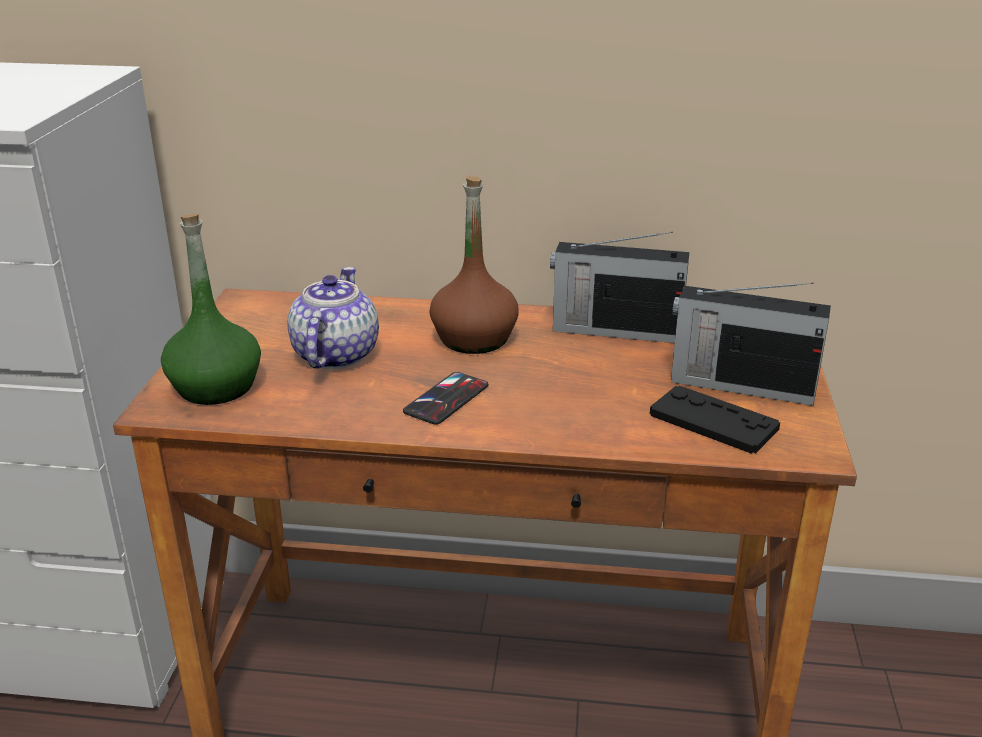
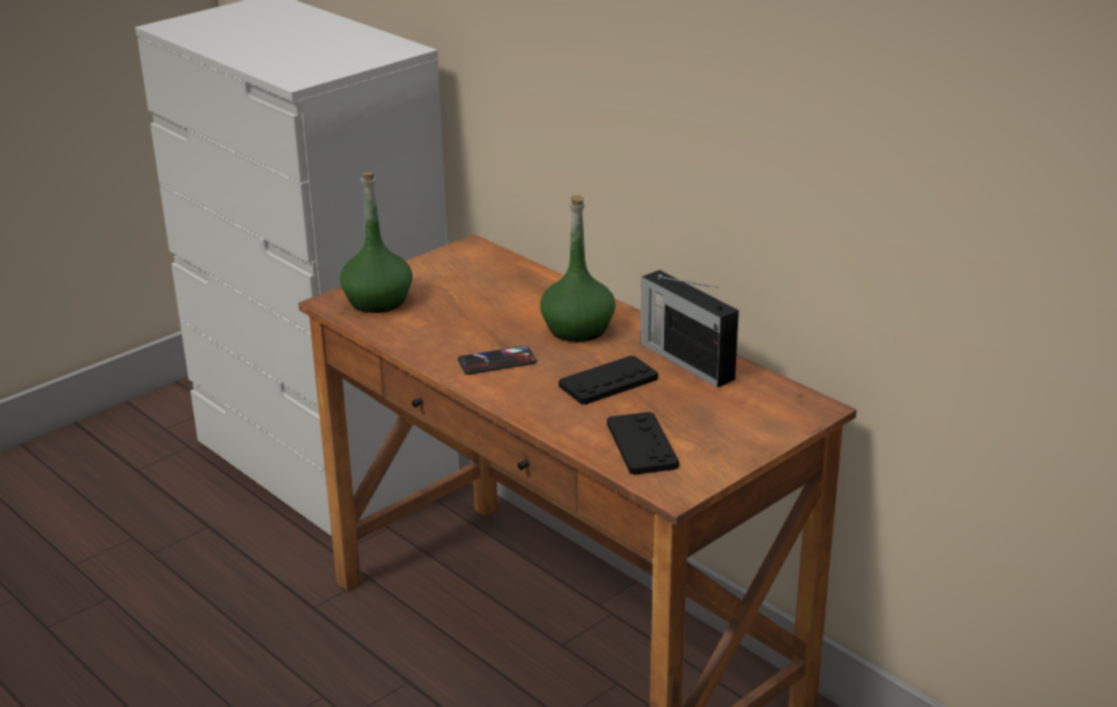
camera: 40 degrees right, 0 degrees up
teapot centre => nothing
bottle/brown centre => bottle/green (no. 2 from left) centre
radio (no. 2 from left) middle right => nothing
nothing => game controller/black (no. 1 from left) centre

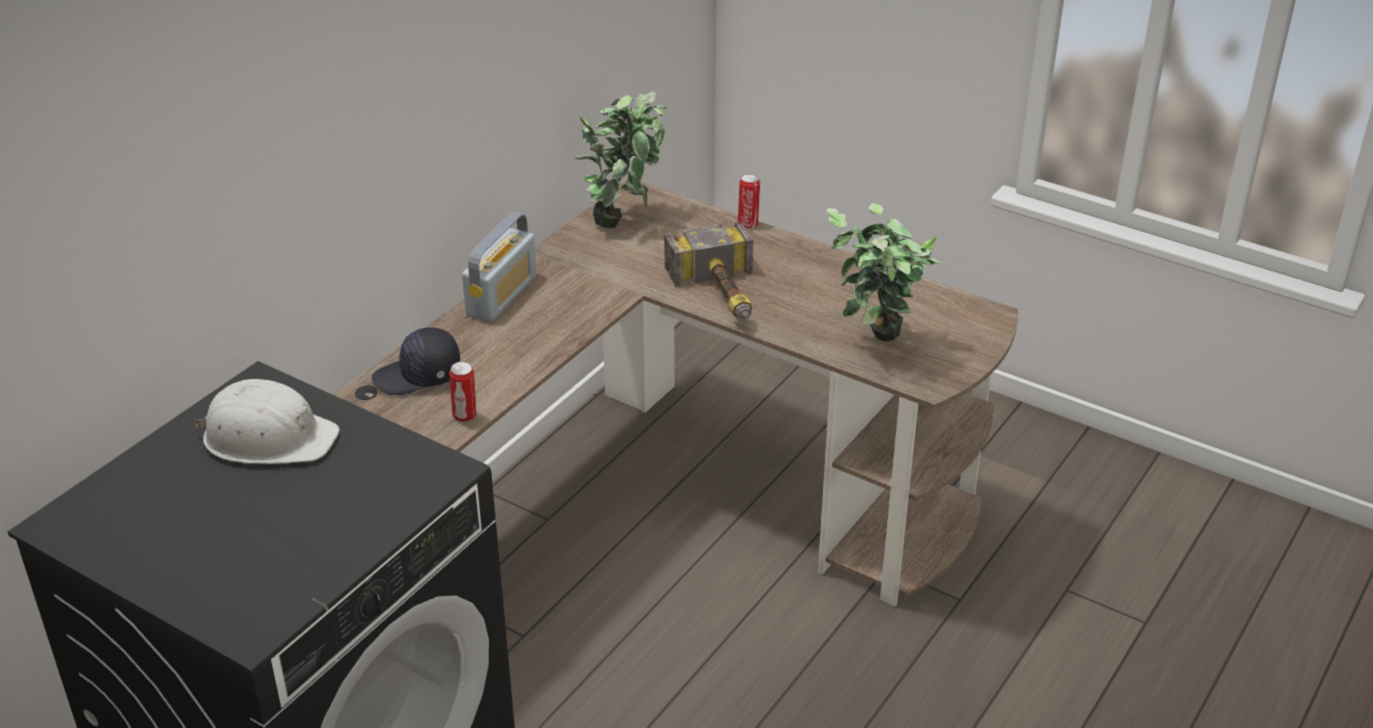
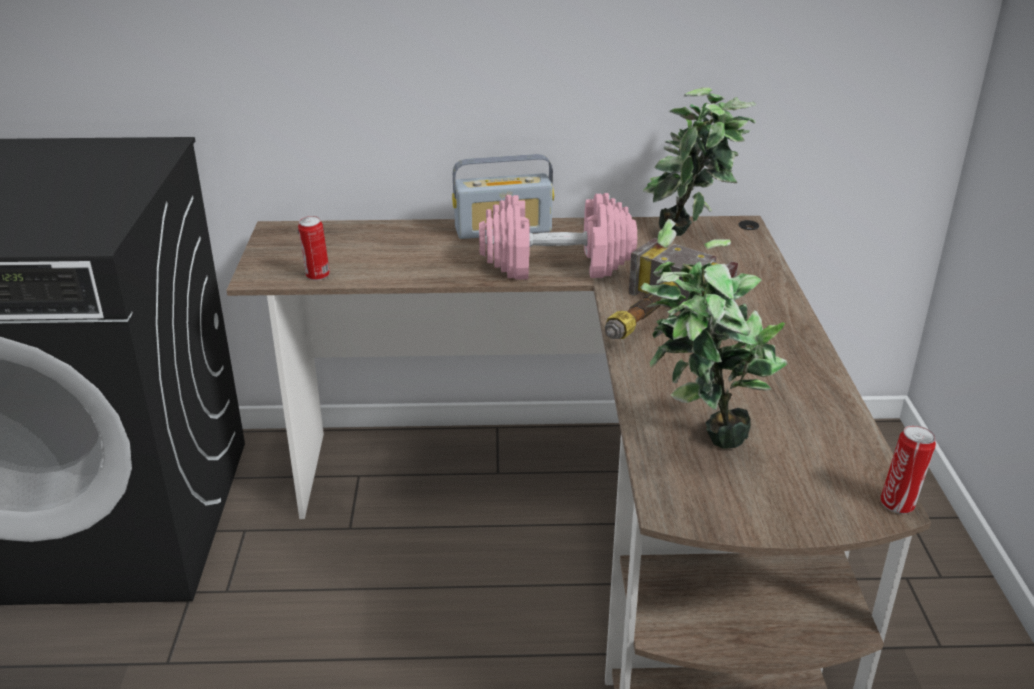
camera: 55 degrees right, 5 degrees down
hard hat/white middle left => nothing
cap/black middle left => nothing
can (no. 2 from left) top centre => can (no. 2 from left) bottom right, relocated
nothing => dumbbell/pink centre

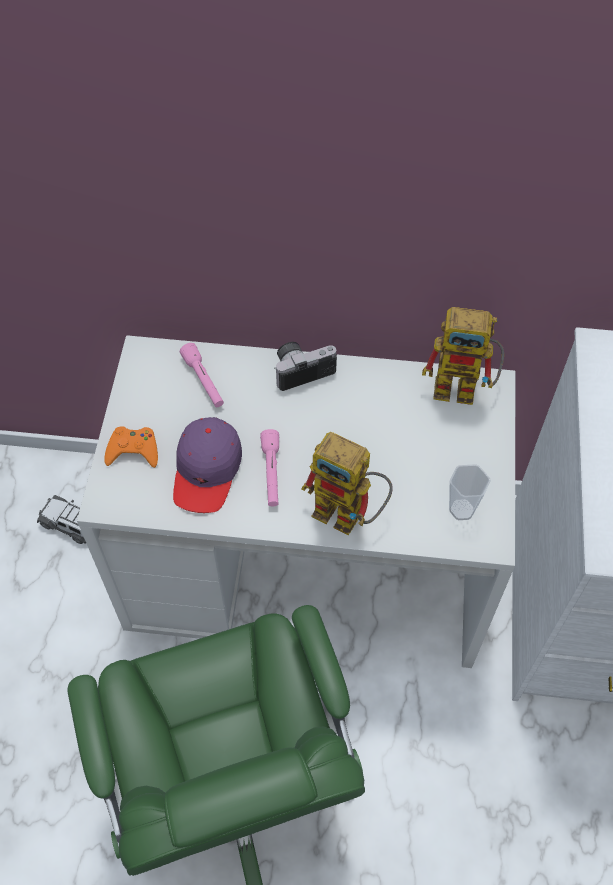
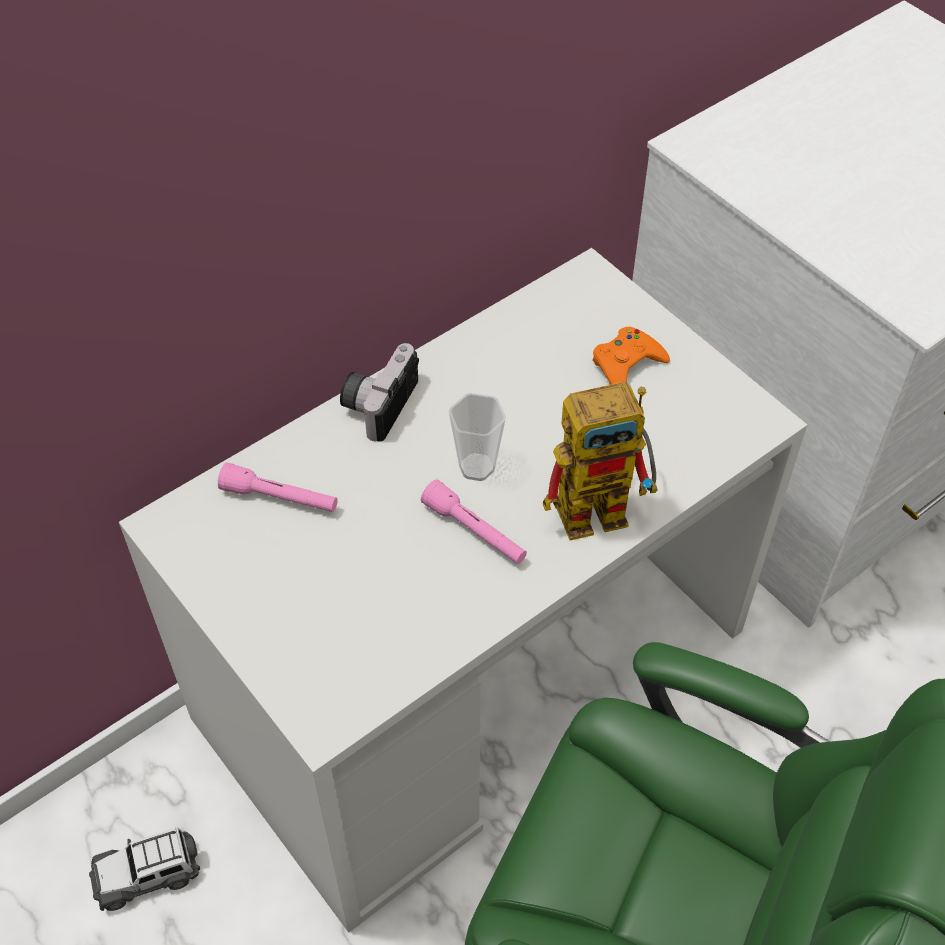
camera: 45 degrees left, 5 degrees down
game controller/orange middle left => game controller/orange middle right, relocated
cap/purple centre => nothing
toy robot (no. 2 from left) middle right => nothing
cup middle right => cup centre, relocated

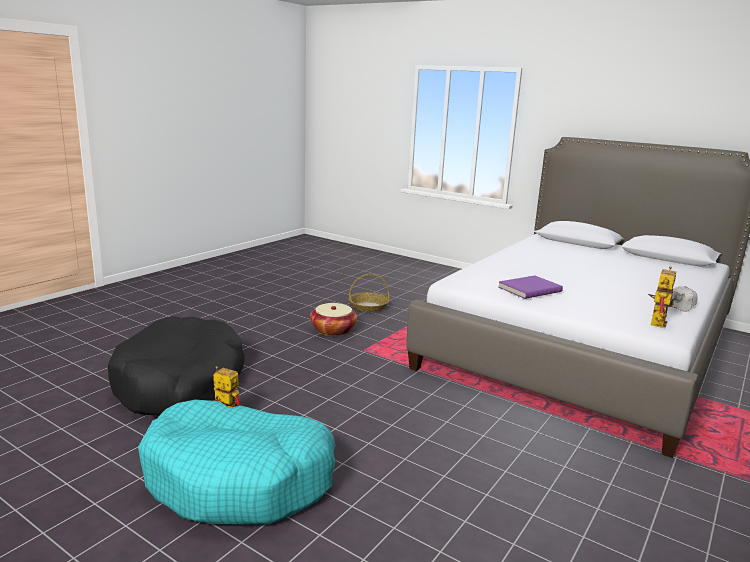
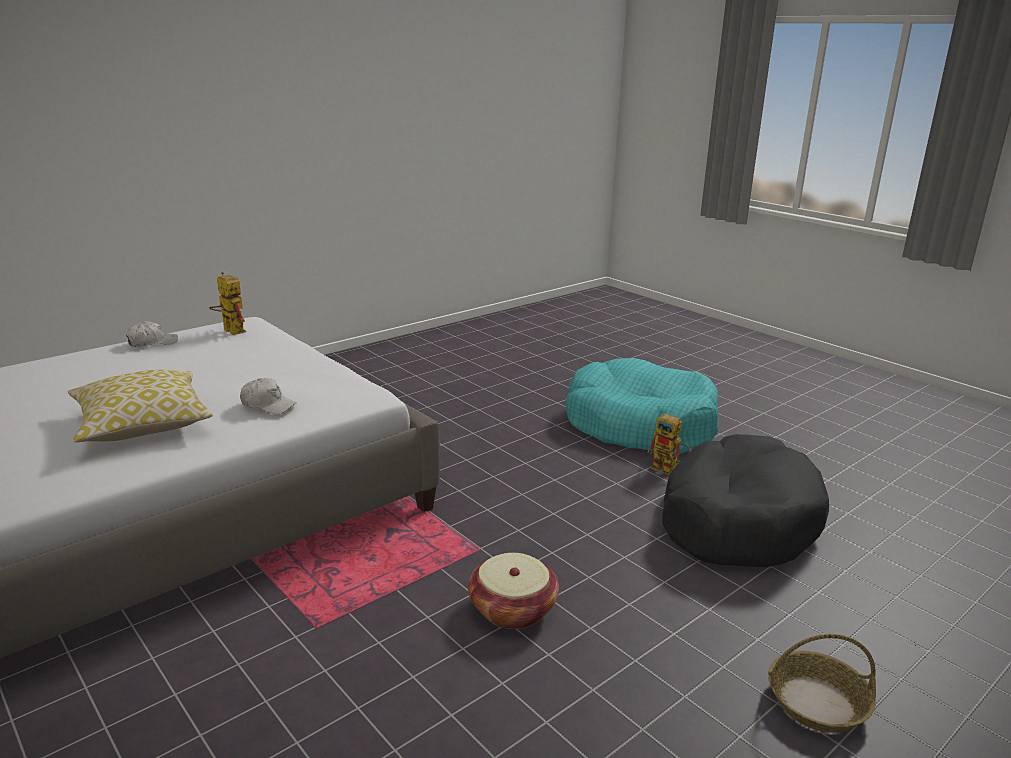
camera: 165 degrees left, 5 degrees up
basket (no. 2 from left) centre => basket (no. 2 from left) bottom right, relocated
book/purple middle right => nothing
toy robot (no. 2 from left in the first image) middle right => toy robot (no. 1 from left) middle left, 90 degrees clockwise
nothing => pillow middle left
nothing => cap/white (no. 2 from left) middle left

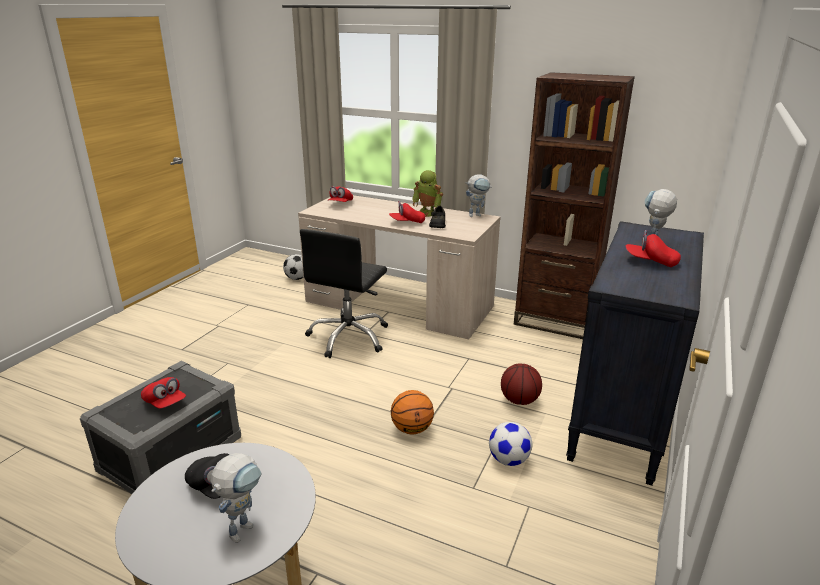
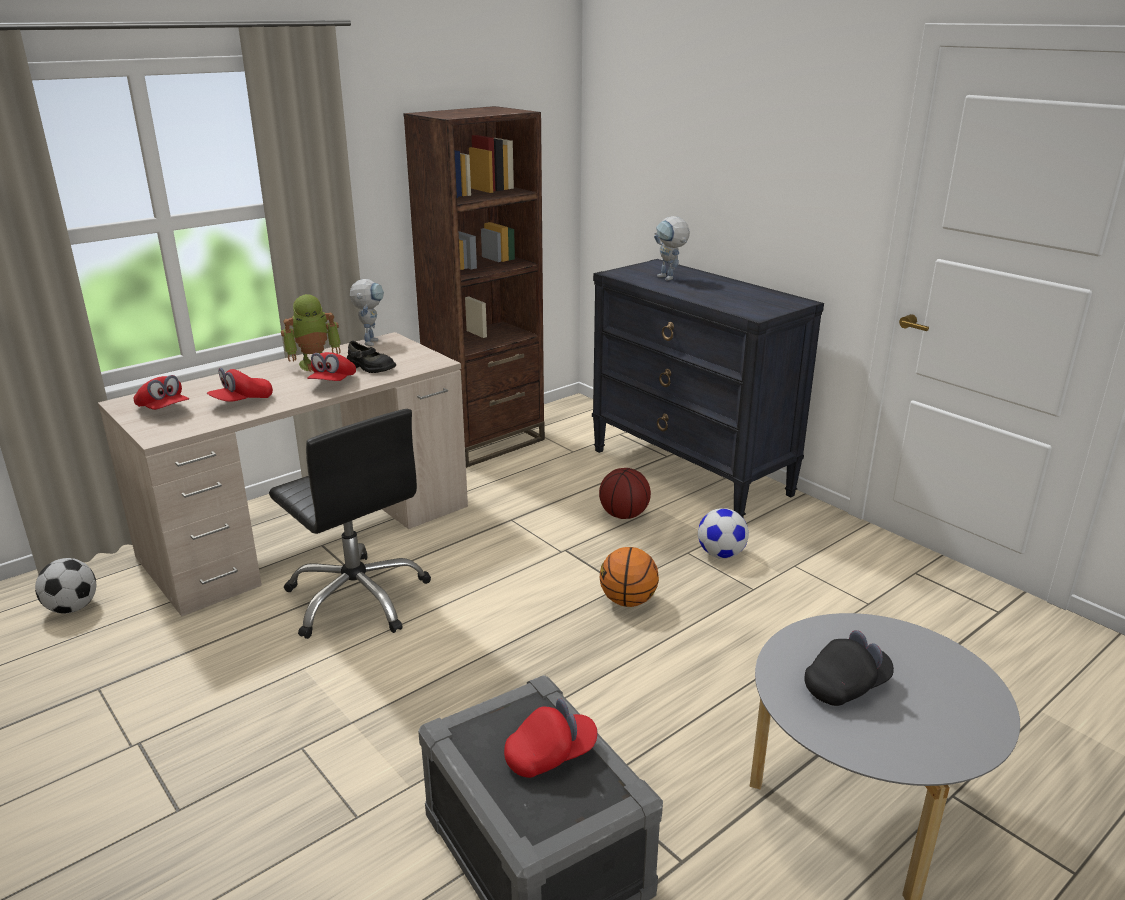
camera: 65 degrees left, 0 degrees up
toy robot (no. 1 from left) bottom left => nothing
cap/red (no. 4 from left in the first image) middle right => cap/red (no. 2 from left) middle left, relocated

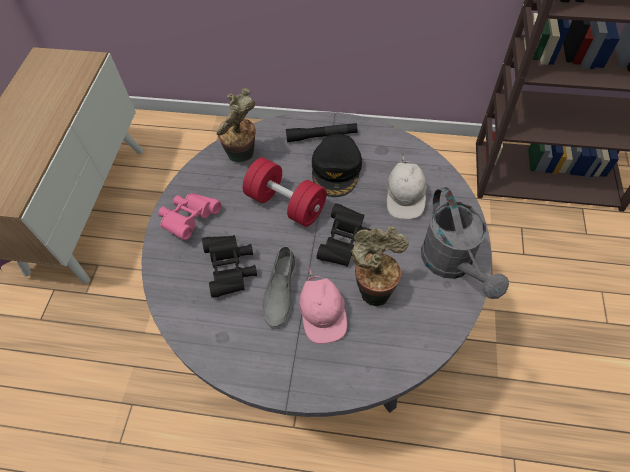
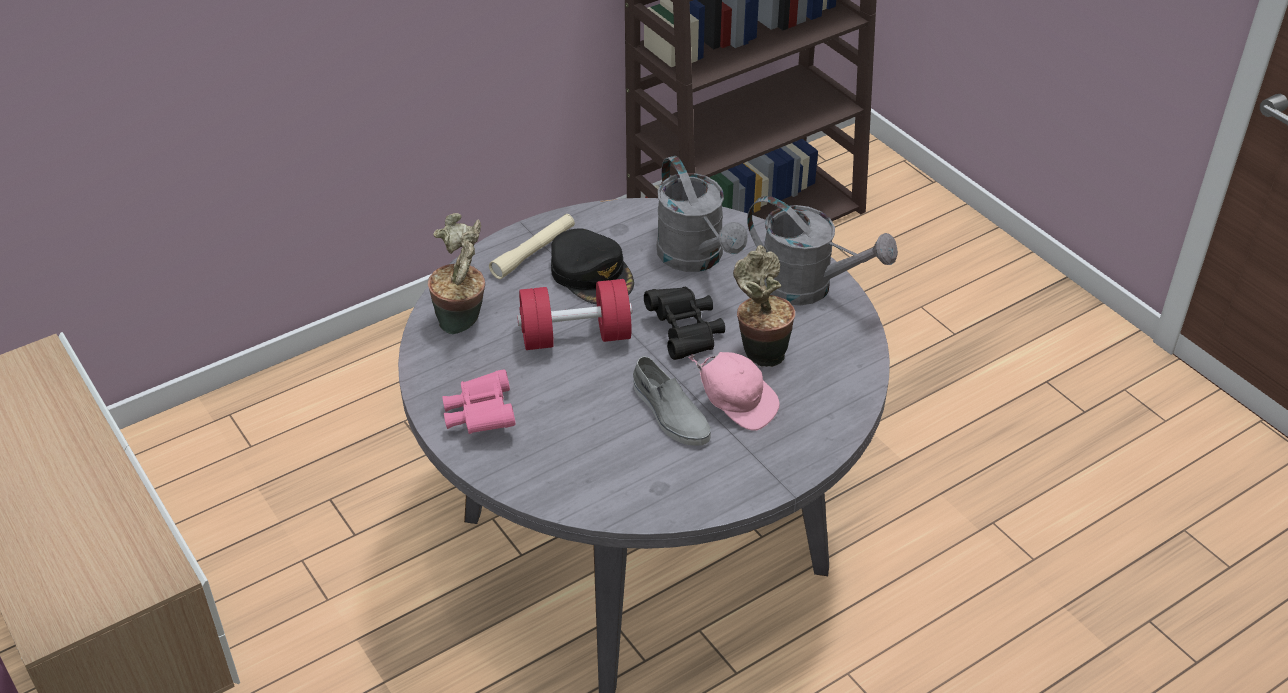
camera: 45 degrees left, 15 degrees down
binoculars/black (no. 1 from left) centre => nothing
flashlight/black top centre => flashlight/beige centre
cap/white centre => watering can/grey (no. 1 from left) top centre

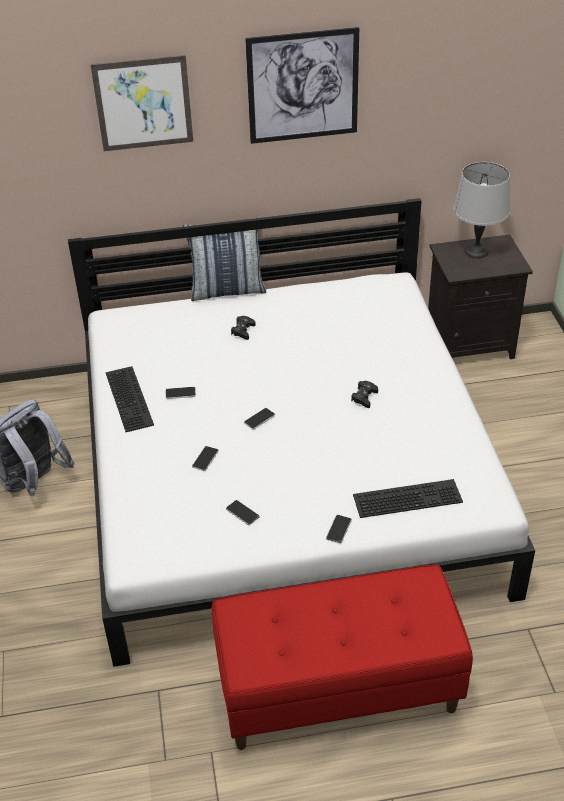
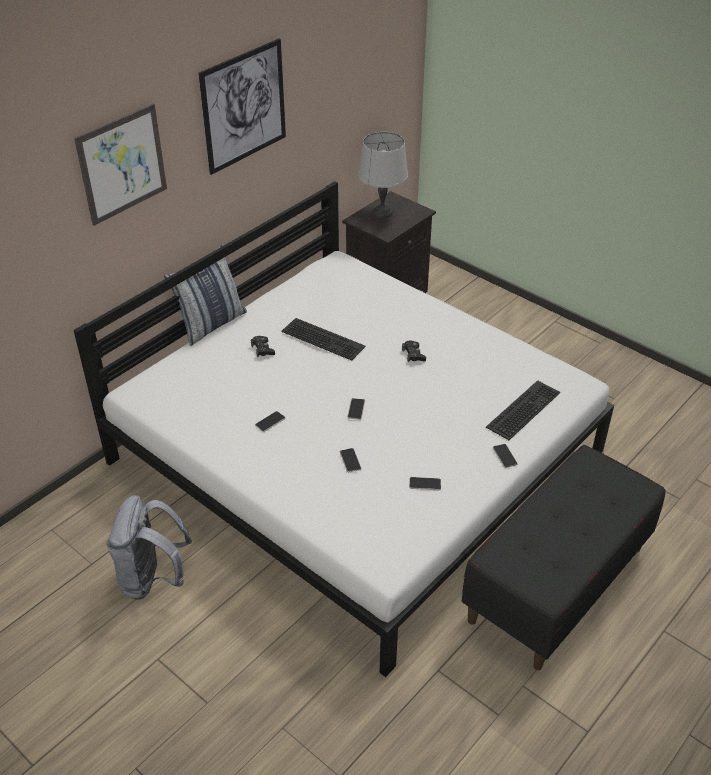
camera: 40 degrees left, 0 degrees up
keyboard (no. 1 from left) middle left => keyboard (no. 1 from left) centre, relocated
bench/red bottom centre => bench/black bottom right

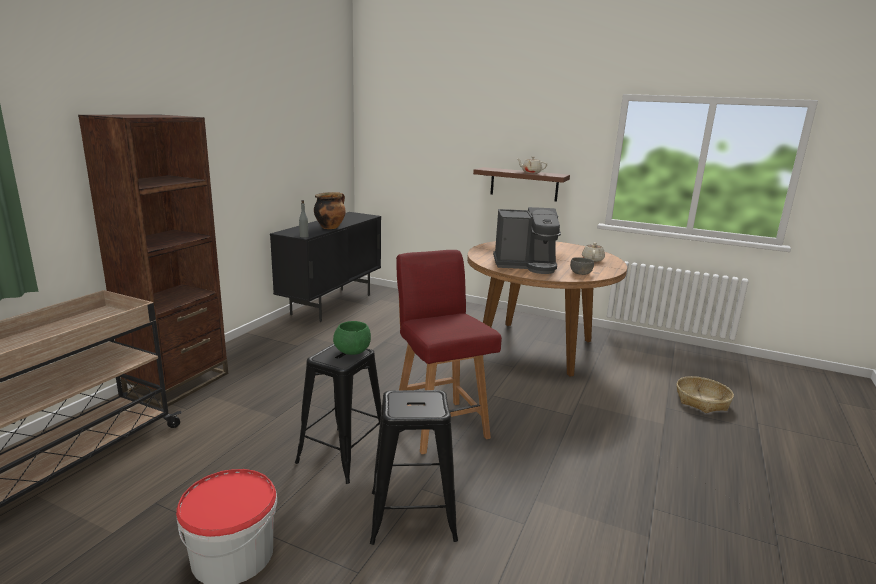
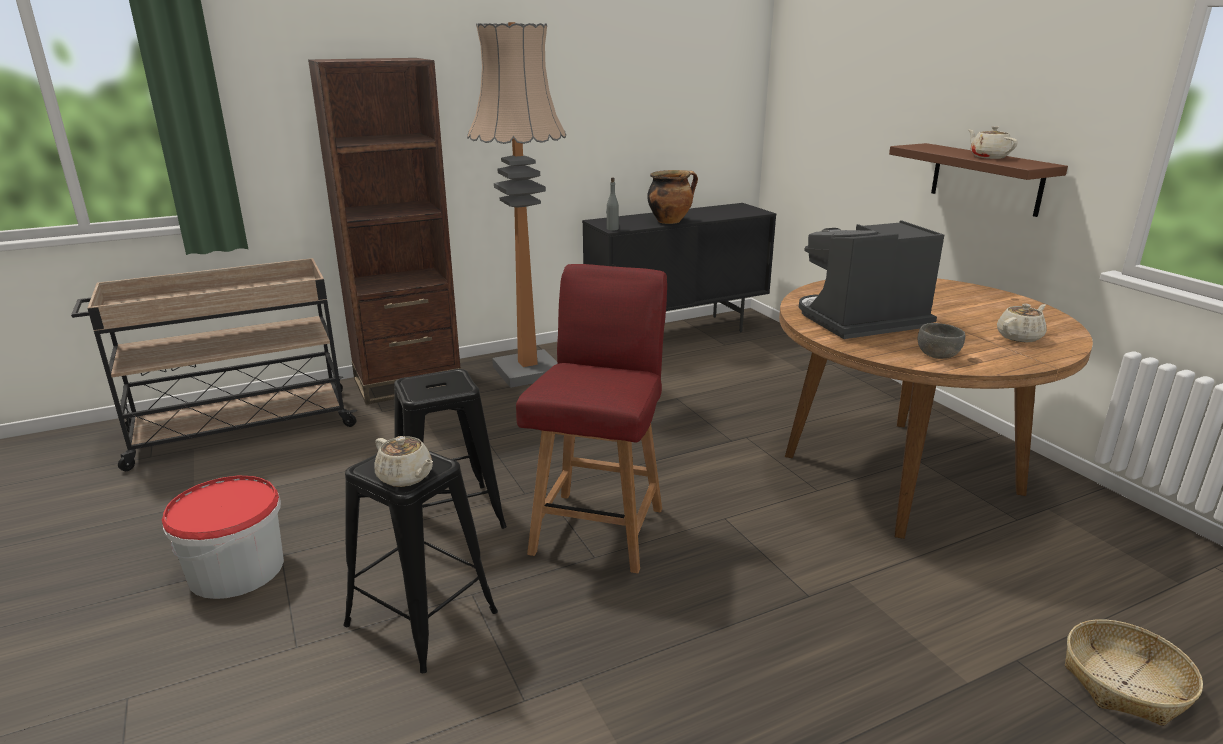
camera: 40 degrees right, 5 degrees up
bowl/green centre => nothing
coffee machine centre => coffee machine middle right, 120 degrees clockwise
nothing => teapot/beige (no. 1 from left) middle left
nothing => floor lamp top centre

